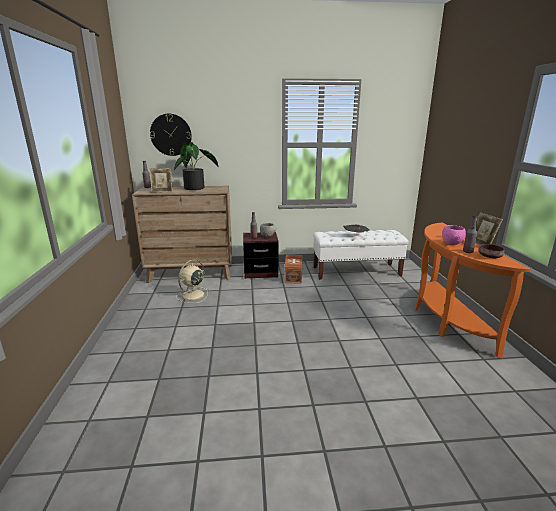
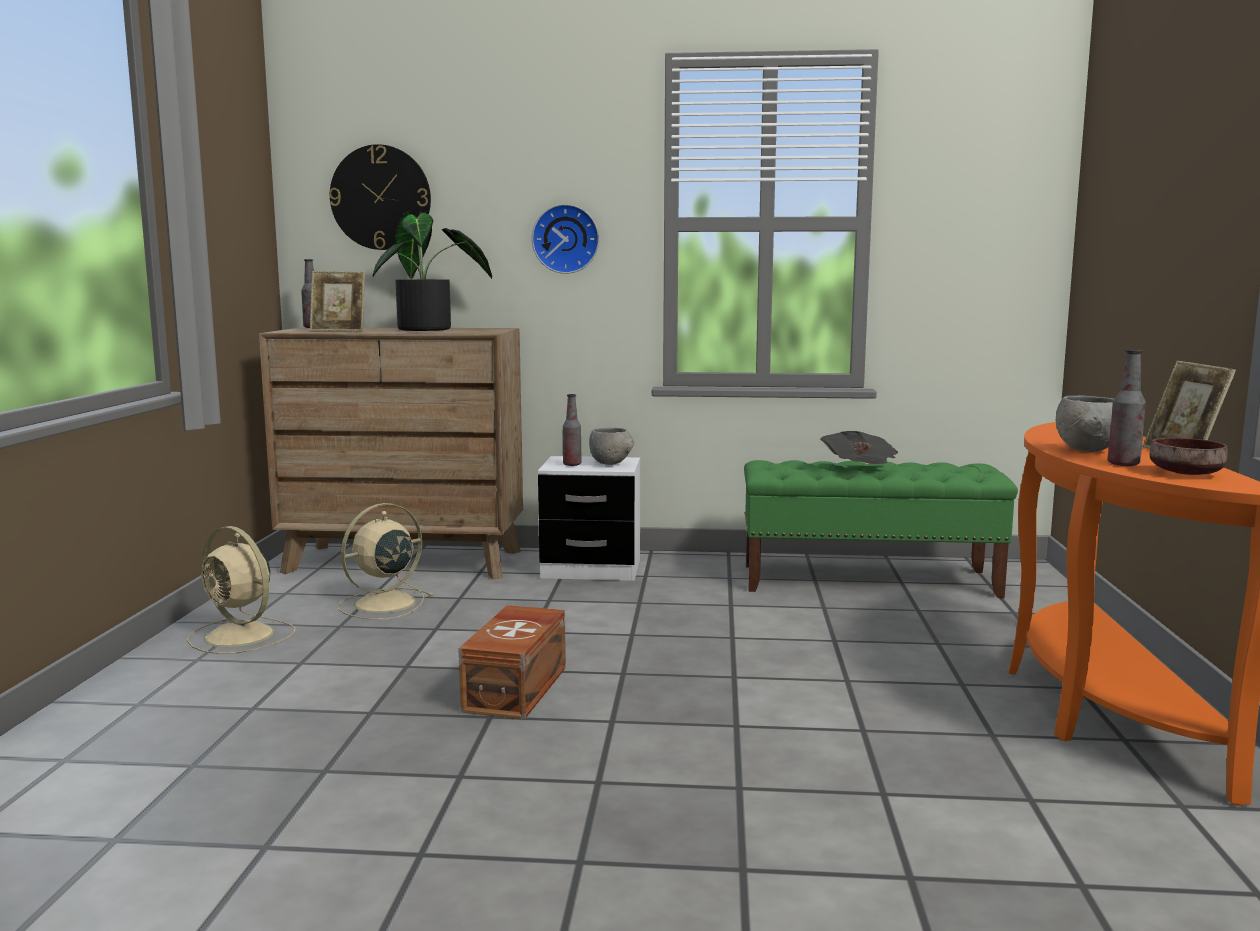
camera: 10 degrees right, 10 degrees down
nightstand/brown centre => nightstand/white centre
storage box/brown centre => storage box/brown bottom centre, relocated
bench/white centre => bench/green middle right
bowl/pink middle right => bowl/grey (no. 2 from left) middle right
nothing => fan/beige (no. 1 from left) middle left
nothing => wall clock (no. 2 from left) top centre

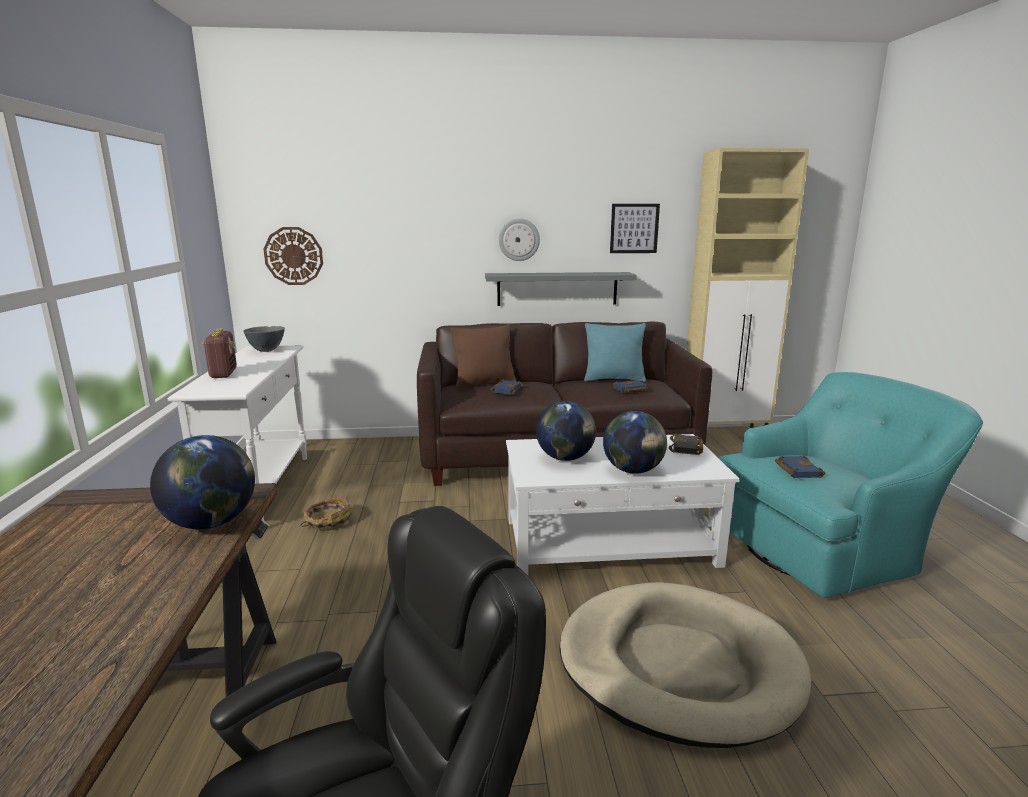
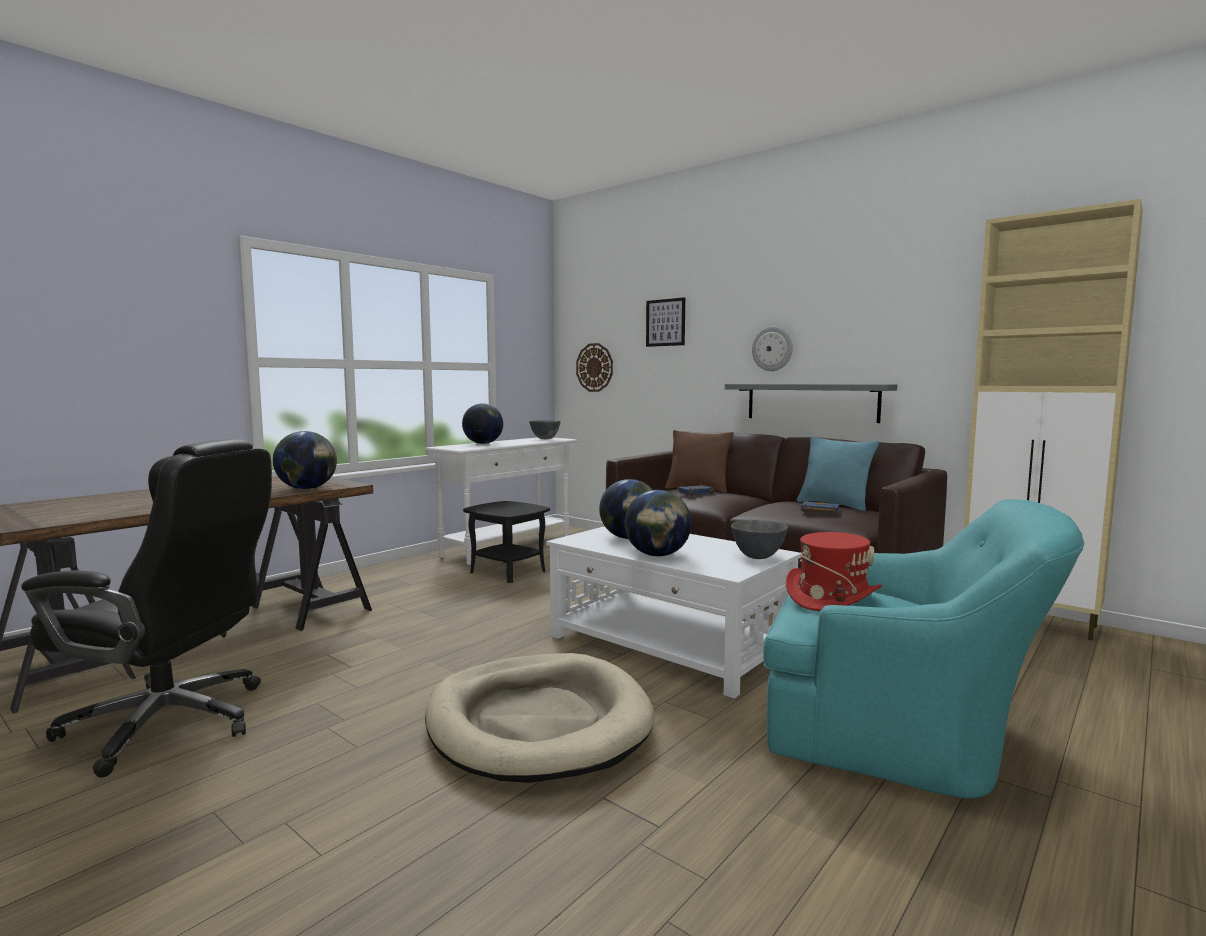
camera: 45 degrees right, 10 degrees down
radio middle left => globe (no. 2 from left) centre
basket middle left => side table/black centre
picture top centre => picture centre, relocated
book/black middle right => bowl/grey (no. 2 from left) centre
book/blue (no. 3 from left) middle right => hat/red middle right

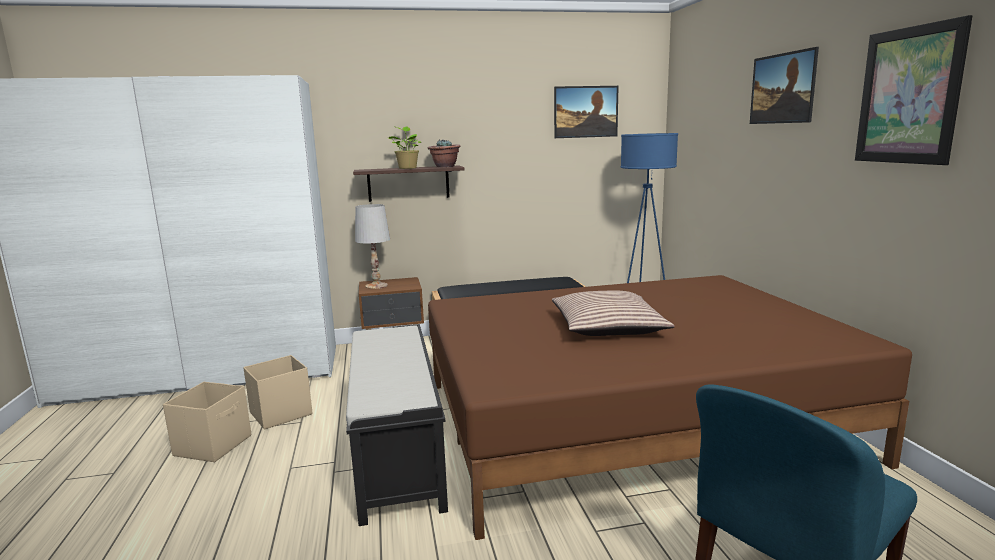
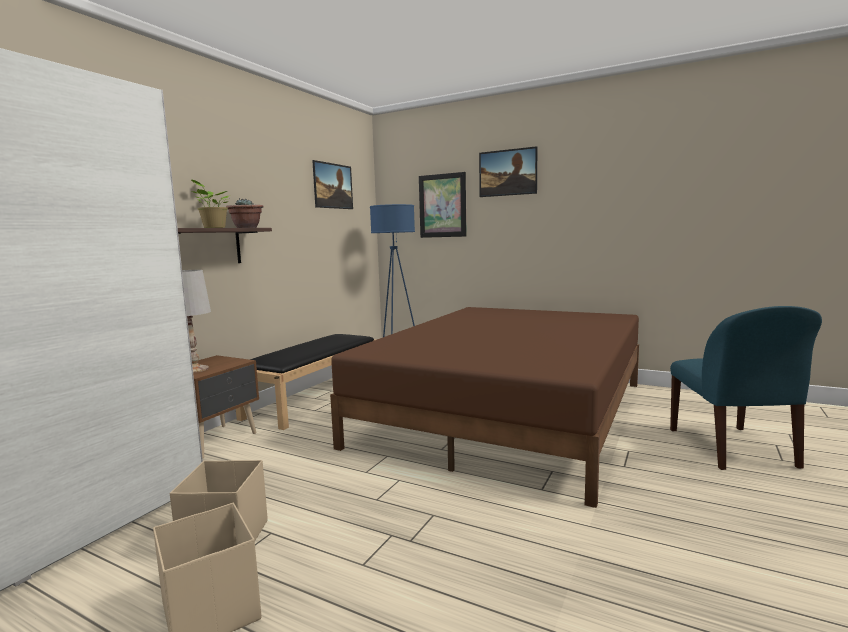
camera: 50 degrees left, 5 degrees down
bench/black (no. 1 from left) bottom centre => nothing
pillow centre => nothing
picture (no. 3 from left in the first image) top right => picture (no. 2 from left) top centre, relocated

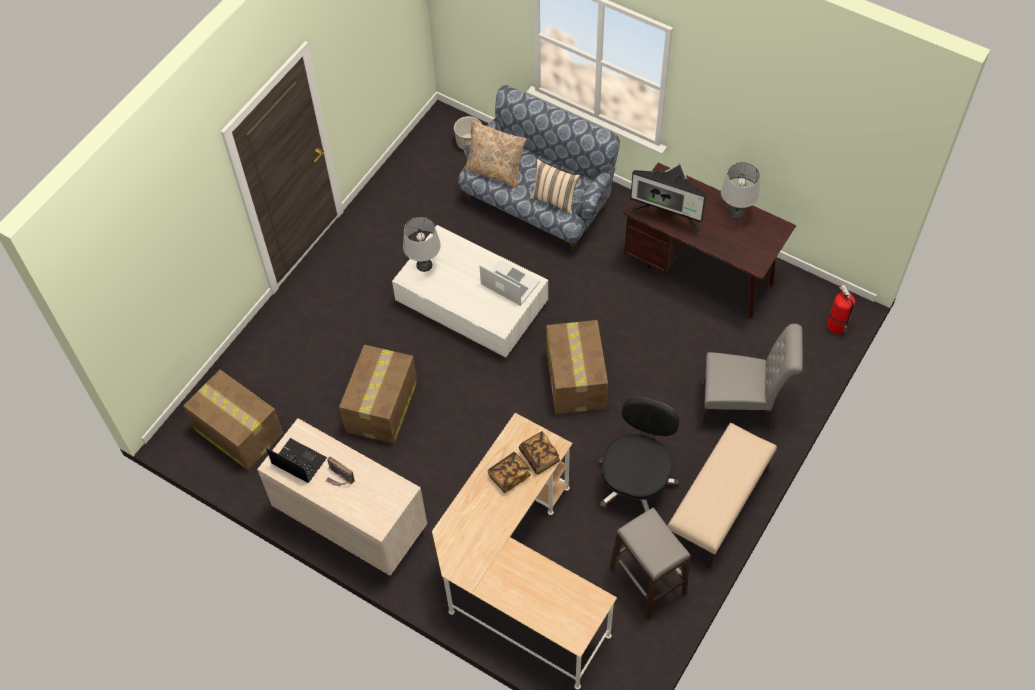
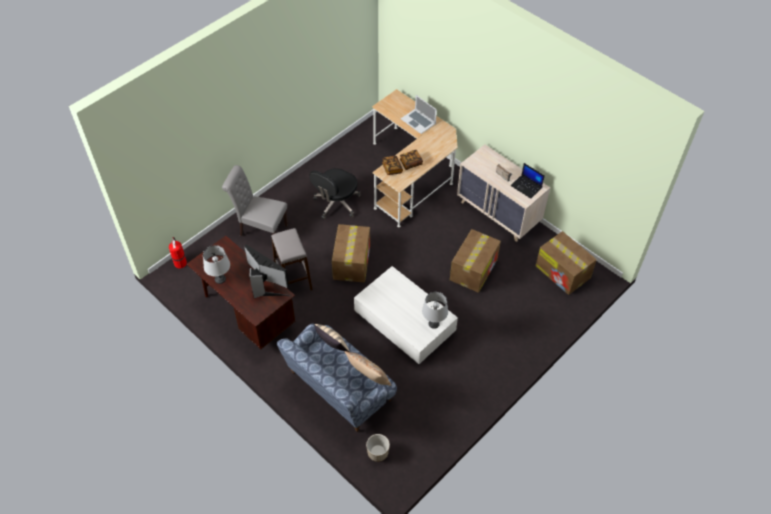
camera: 170 degrees left, 5 degrees down
laptop (no. 2 from left in the first image) centre => laptop (no. 1 from left) top centre, relocated
stool/grey bottom centre => stool/grey centre, relocated
bench/beige bottom right => nothing

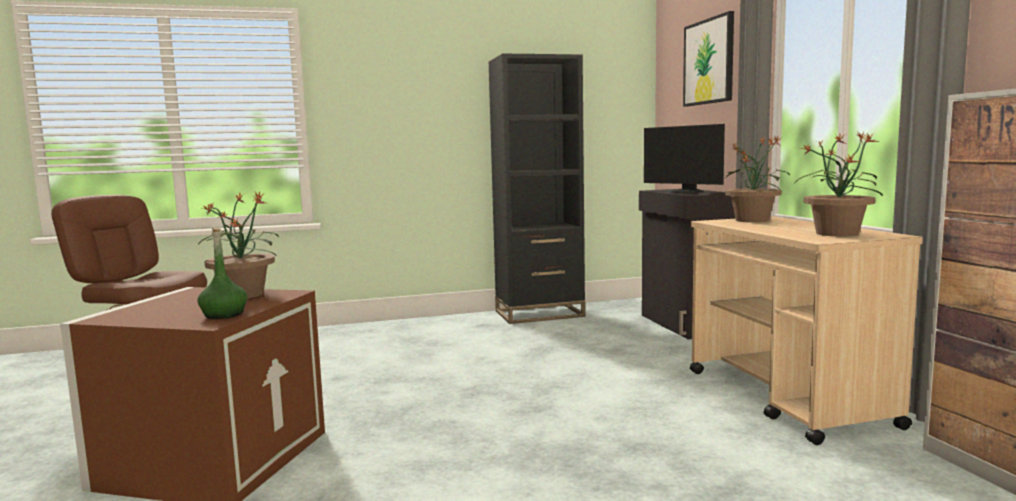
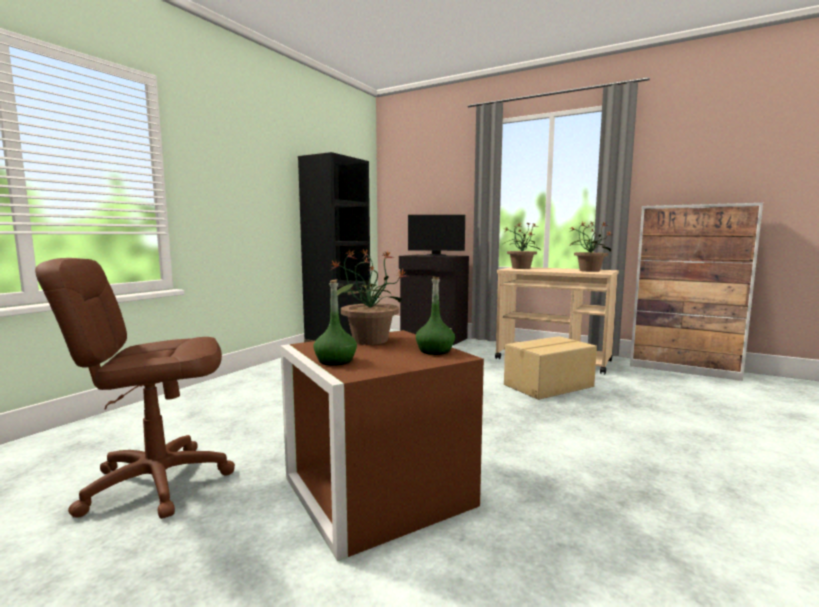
camera: 45 degrees left, 0 degrees up
picture top right => nothing
nothing => bottle/green (no. 1 from left) centre
nothing => cardboard box middle right

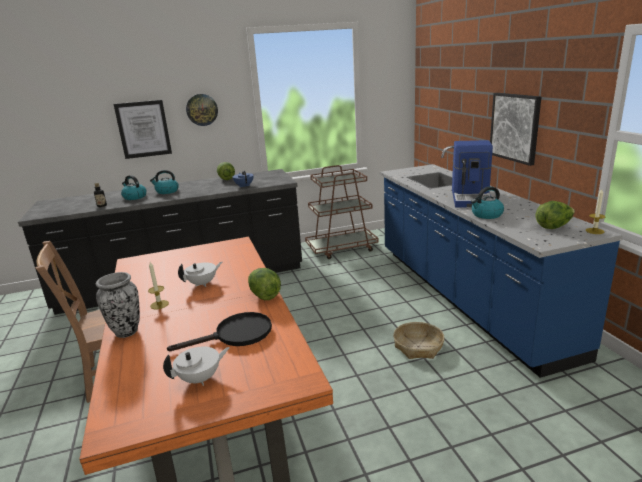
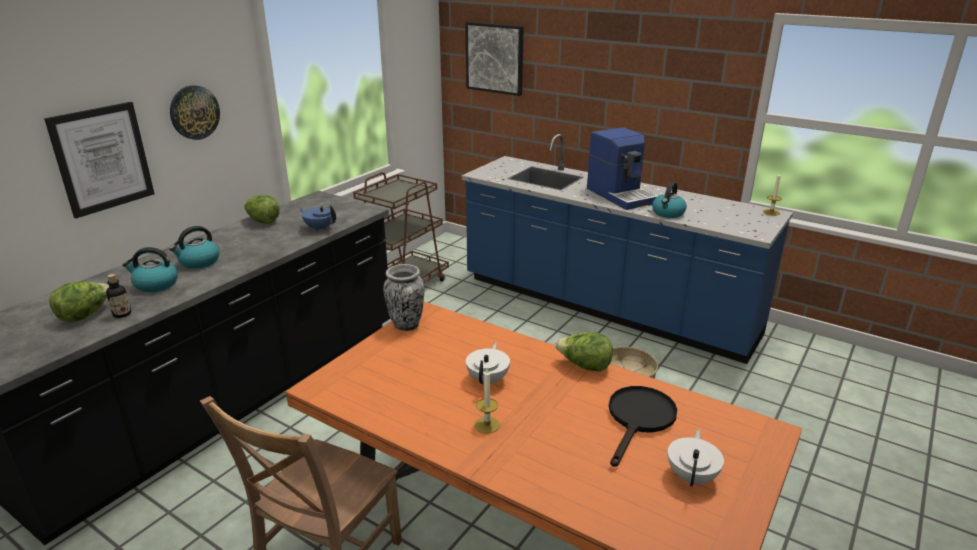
camera: 40 degrees left, 5 degrees up
vase middle left => vase centre, relocated
picture (no. 2 from left) top right => picture (no. 2 from left) top centre, relocated
lettuce (no. 3 from left in the first image) middle right => lettuce (no. 1 from left) middle left, relocated

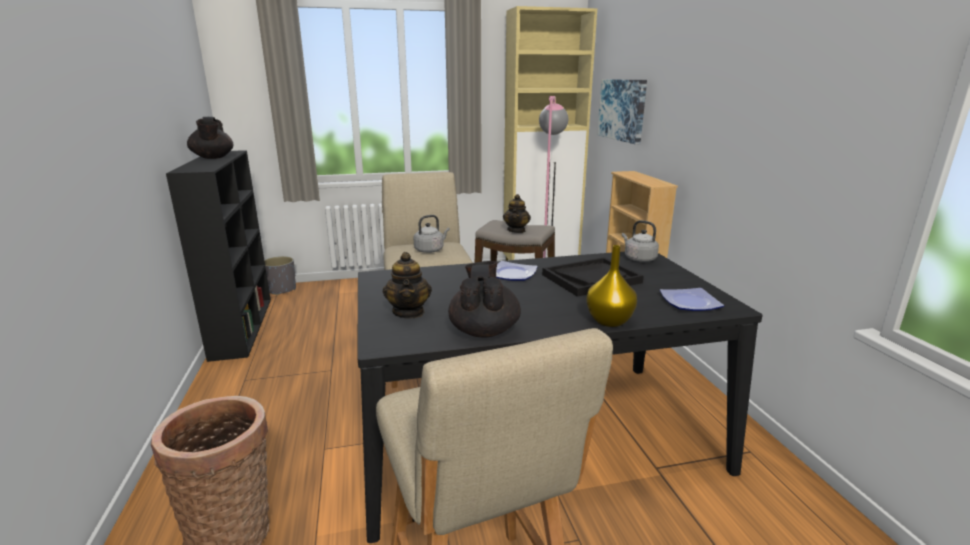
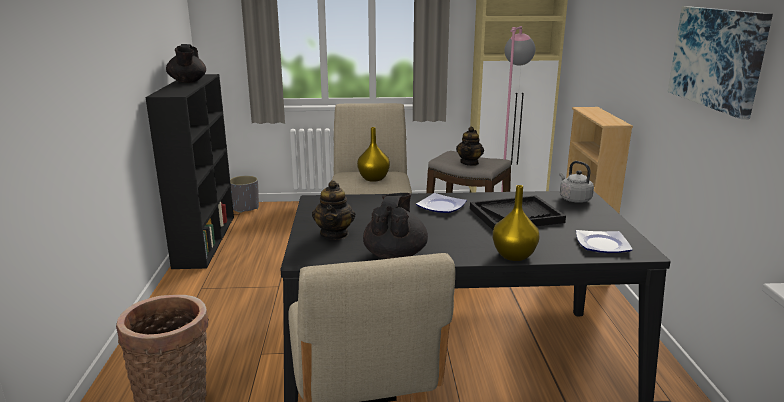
camera: 10 degrees right, 0 degrees up
kettle/grey (no. 1 from left) centre => vase/yellow (no. 1 from left) centre
picture top centre => picture top right, relocated

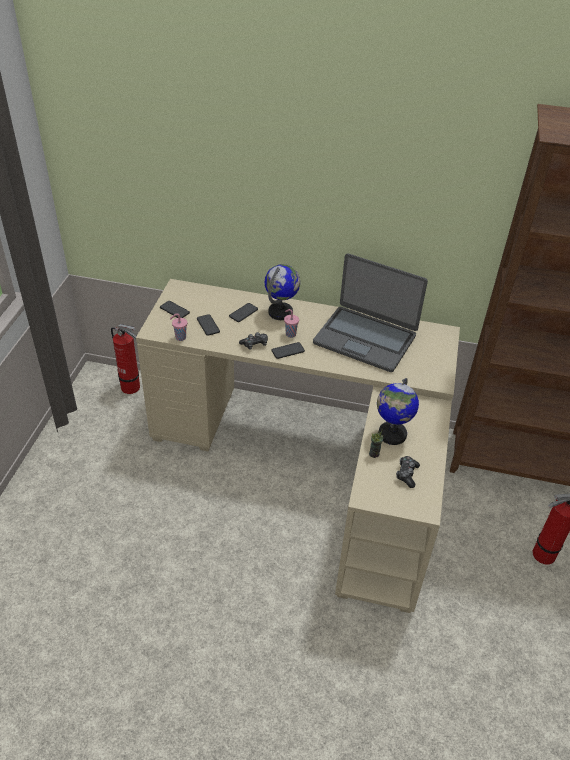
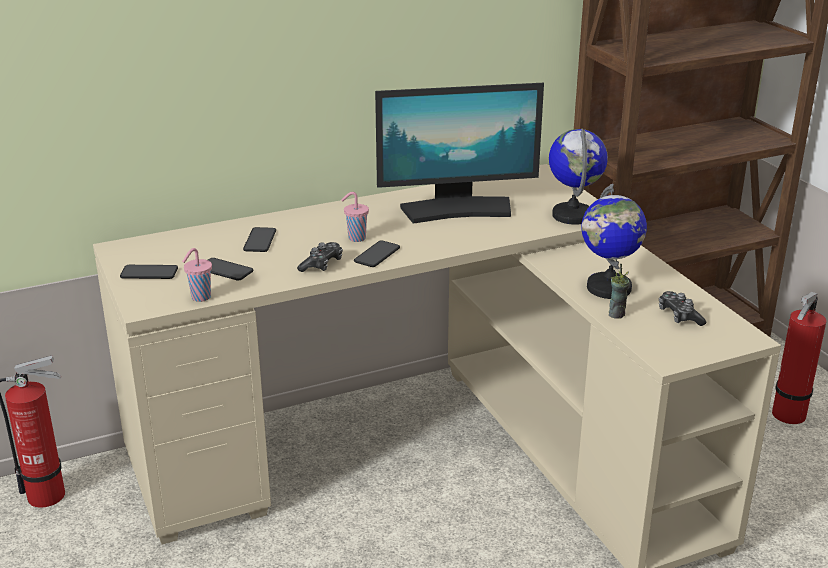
camera: 35 degrees left, 15 degrees down
globe (no. 1 from left) centre => globe (no. 1 from left) top right, relocated
laptop centre => monitor top centre

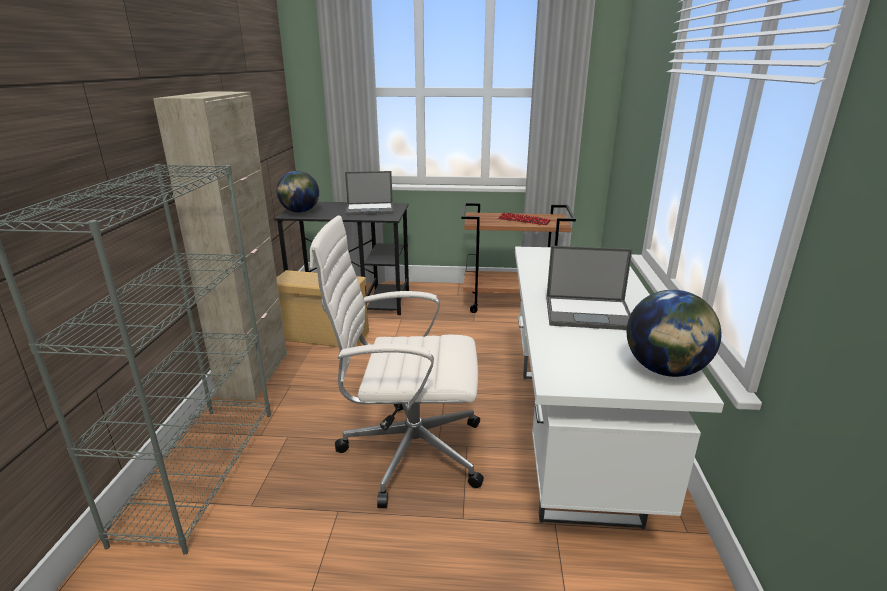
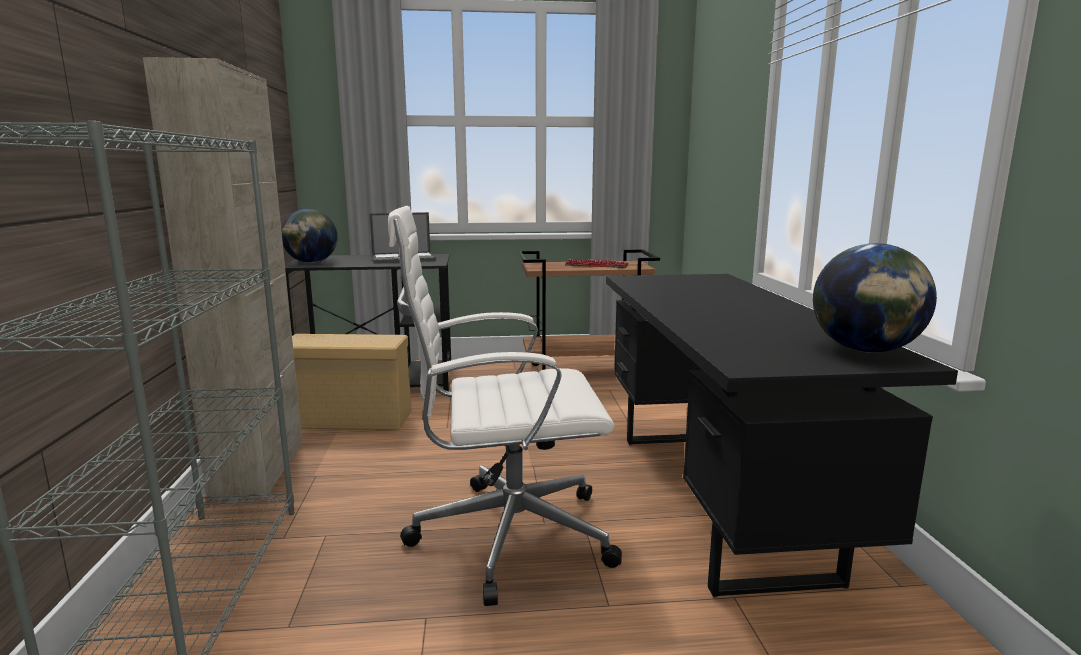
camera: 10 degrees left, 10 degrees down
desk/white middle right => desk/black (no. 2 from left) middle right
laptop (no. 2 from left) centre => nothing

